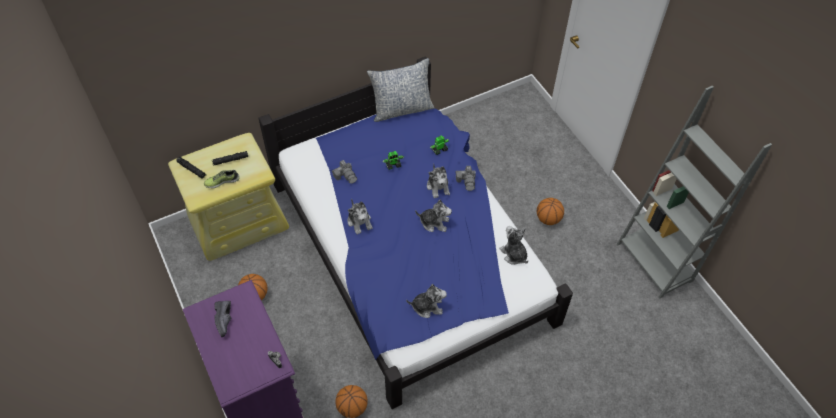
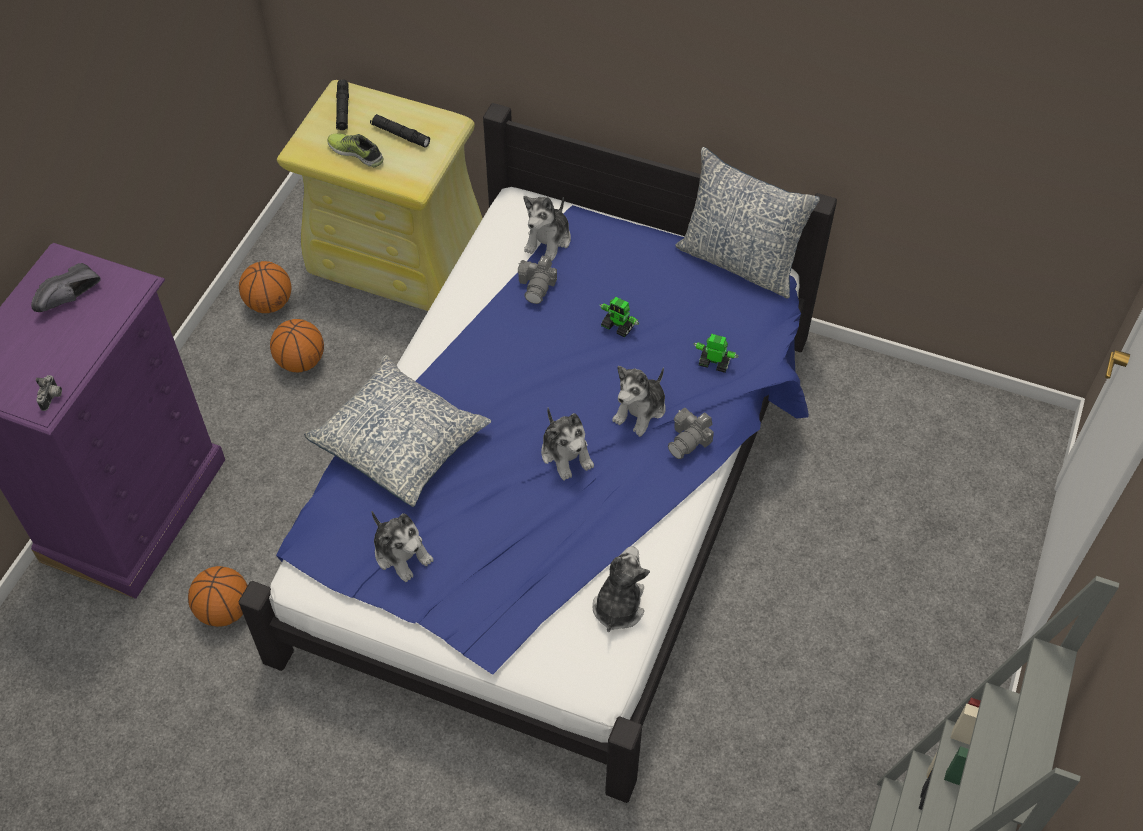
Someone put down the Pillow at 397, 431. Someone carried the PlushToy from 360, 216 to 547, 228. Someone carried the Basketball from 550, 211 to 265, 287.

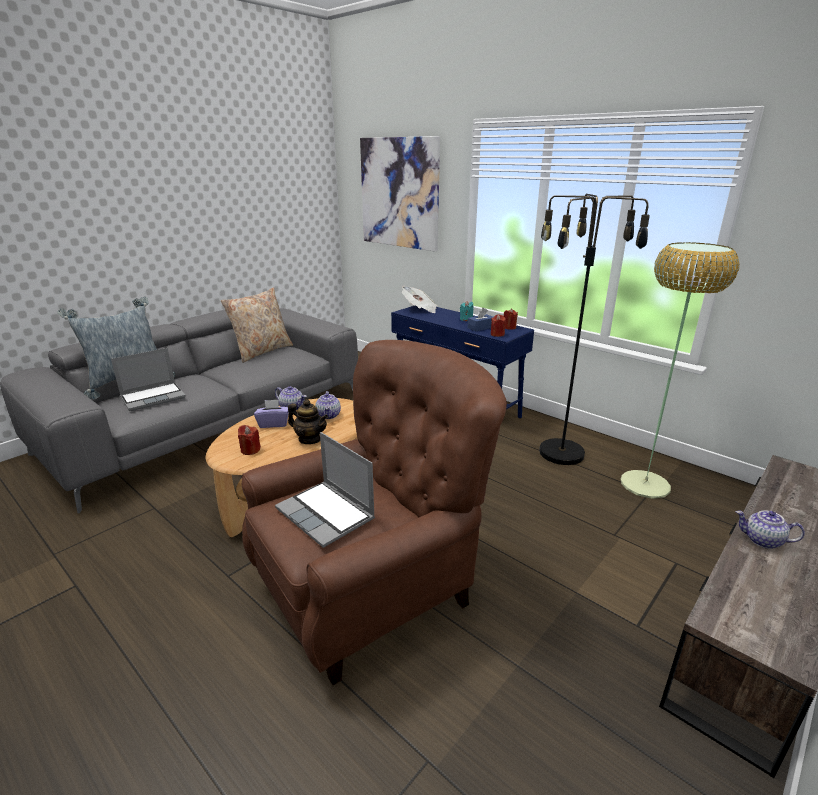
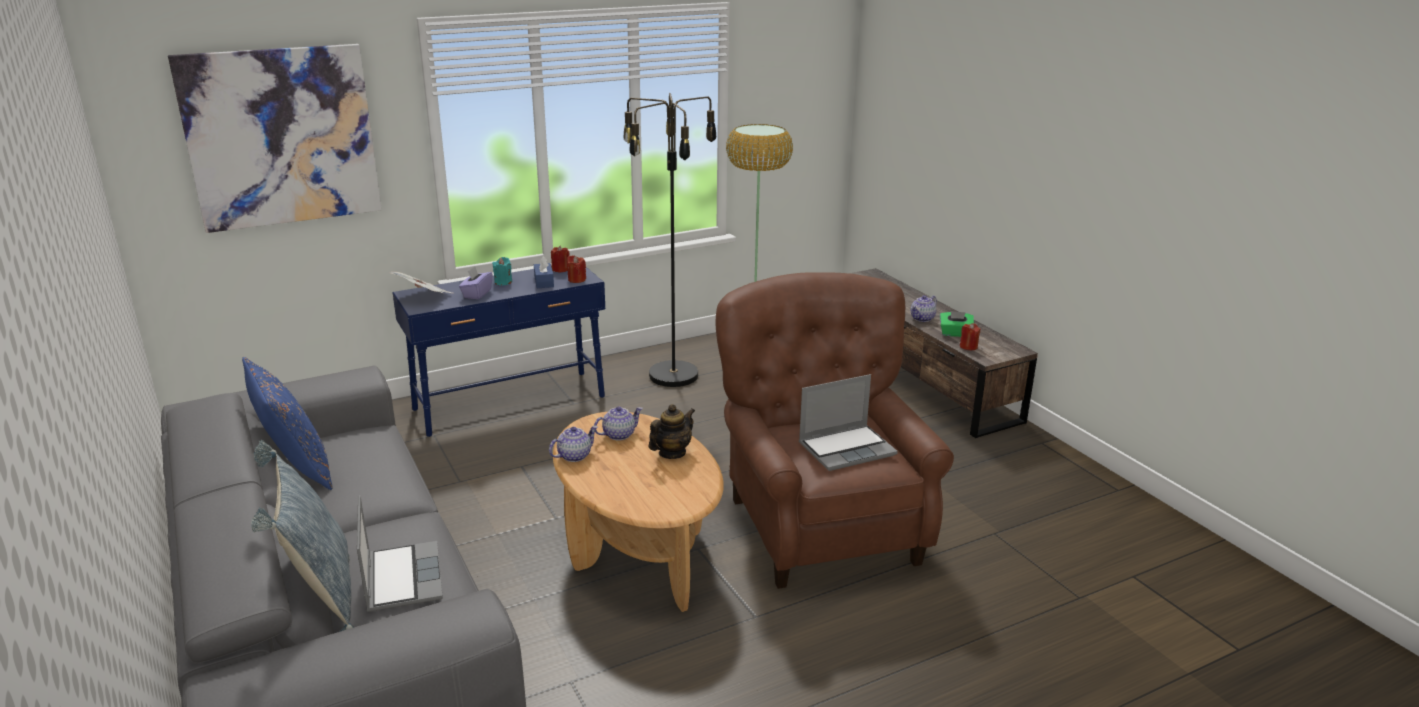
Someone put down the GreenTissueBox at 957, 324. Someone carried the RedCandle from 249, 440 to 970, 336. Someone carried the PurpleTissueBox from 271, 414 to 476, 282. Someone repainted the BeigePillow at 257, 325, which became the BluePillow at 287, 423. Someone rotated the Teapot at 328, 405 by 45 degrees counterclockwise.

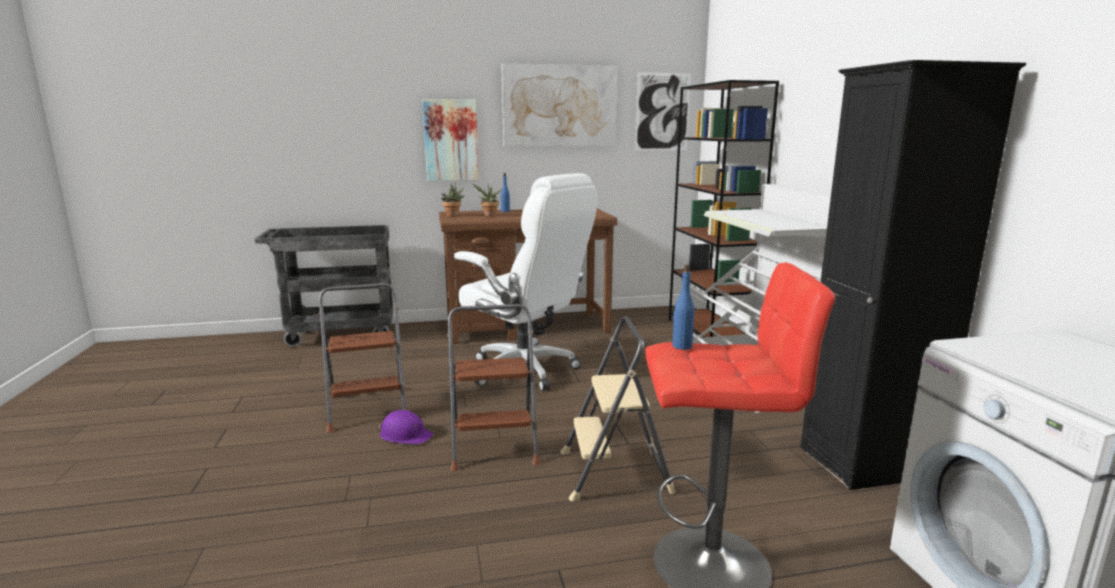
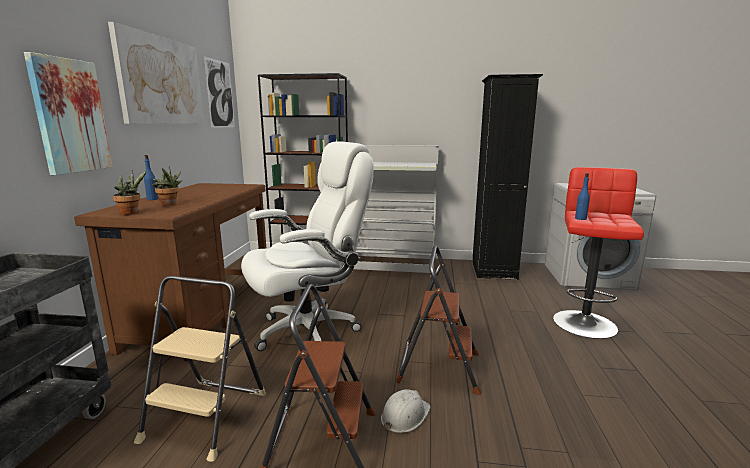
Someone carried the BeigeStepLadder from 617, 408 to 200, 369. Someone repainted the PurpleHardHat at 406, 427, which became the WhiteHardHat at 406, 411.

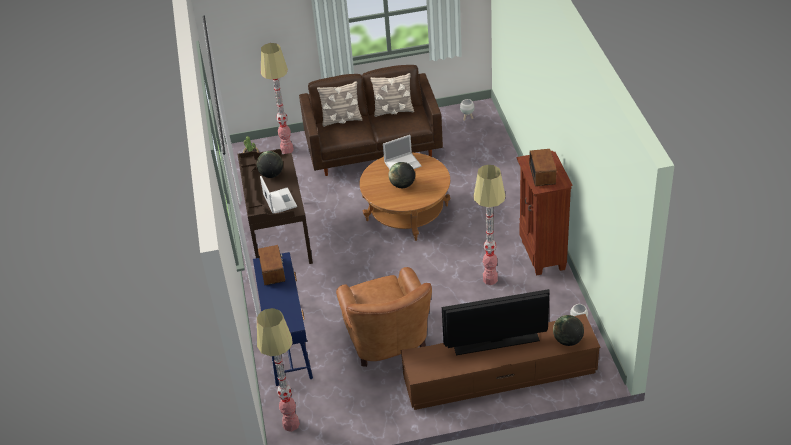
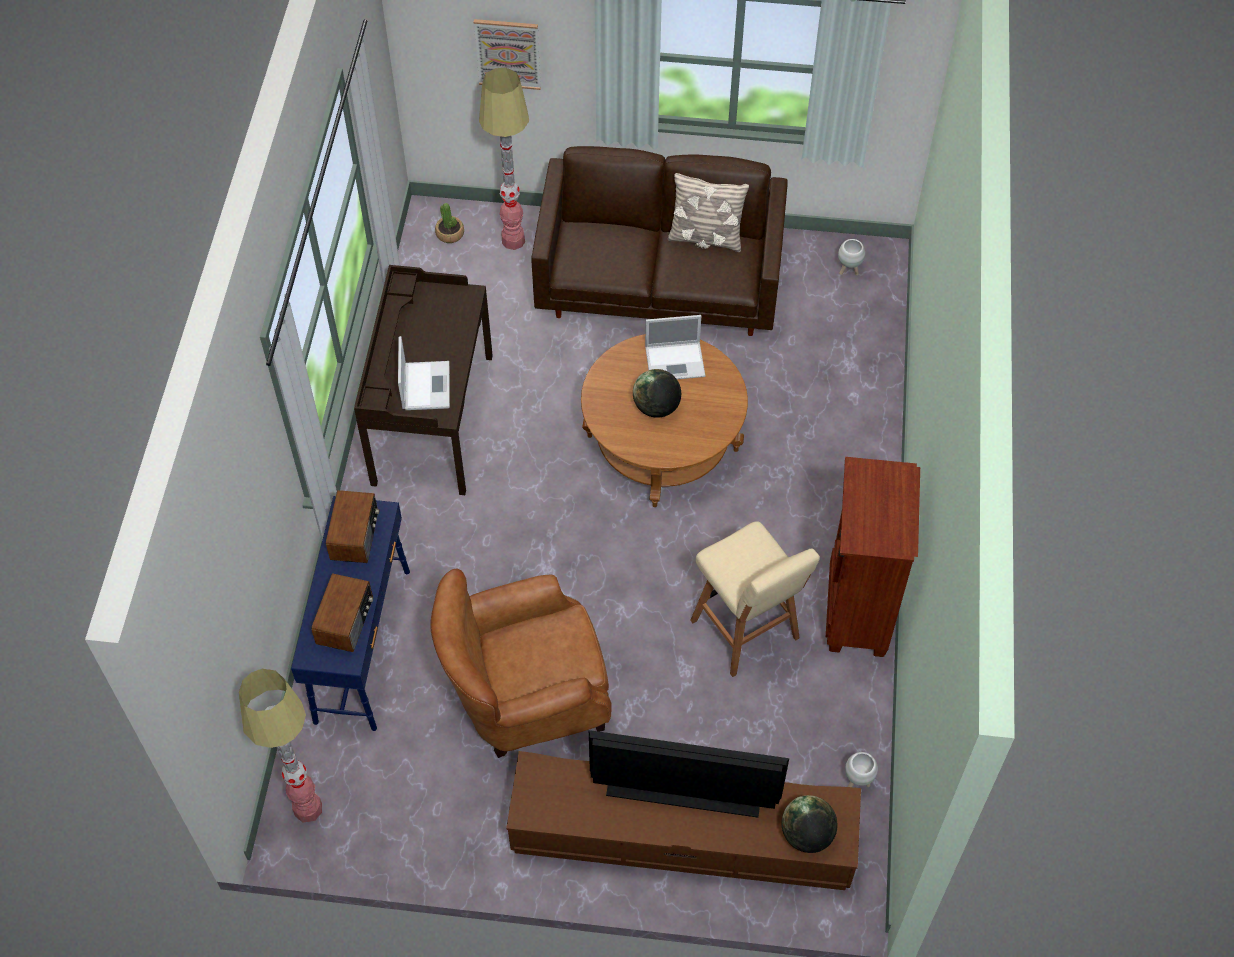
Someone took away the Globe at 269, 164. Someone took away the BeigePillow at 339, 104. Someone put up the Picture at 507, 54. Someone carried the Radio from 542, 167 to 342, 612. Someone swapped the FloorLamp at 489, 225 for the BeigeStool at 755, 599. Someone rotated the BrownArmchair at 384, 317 by 75 degrees clockwise.

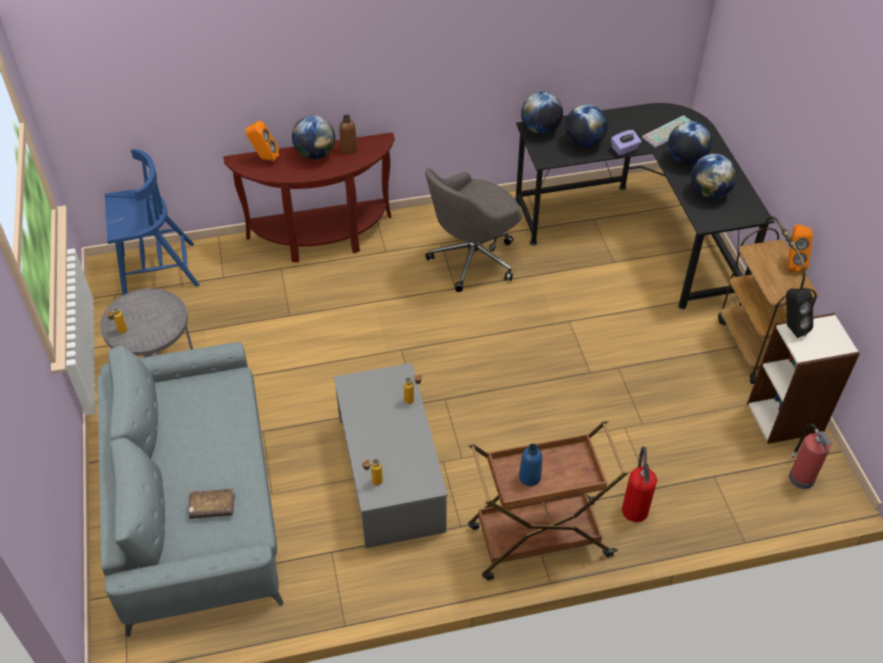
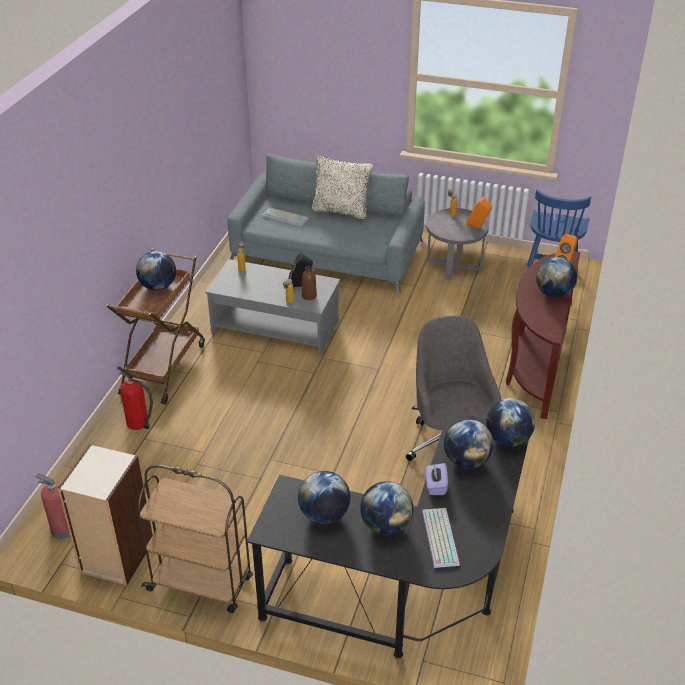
Someone put down the BeigePillow at 343, 187. Someone carried the BrownBottle from 348, 134 to 309, 283. Someone carried the BlackSpeaker from 799, 313 to 301, 270. Someone carried the OrangeSpeaker from 800, 248 to 479, 212. Someone swapped the BrownBook at 211, 503 for the Keyboard at 285, 217. Someone swapped the BlueBottle at 530, 465 for the Globe at 156, 271.

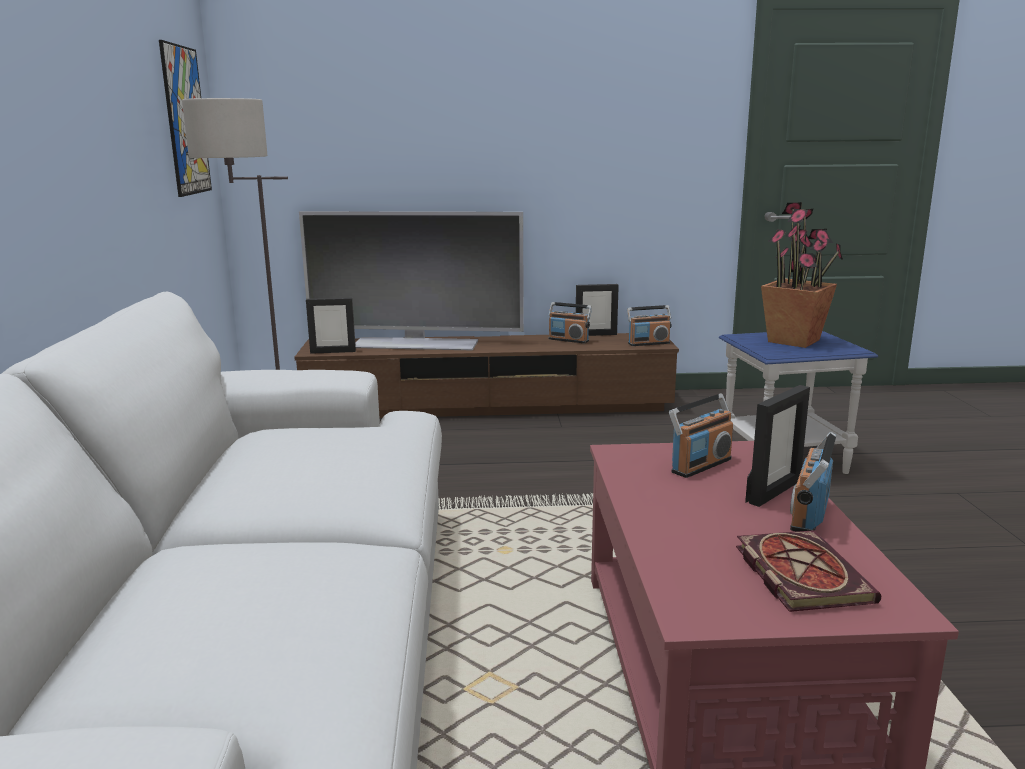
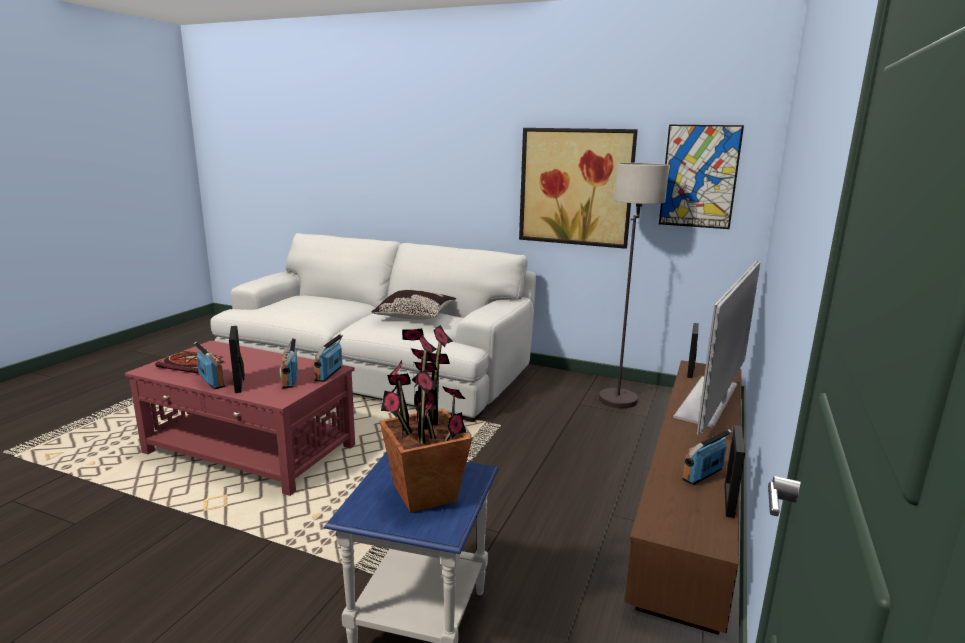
Someone put down the Pillow at 413, 305. Someone put up the Picture at 578, 188. Someone carried the Radio from 649, 325 to 328, 358.

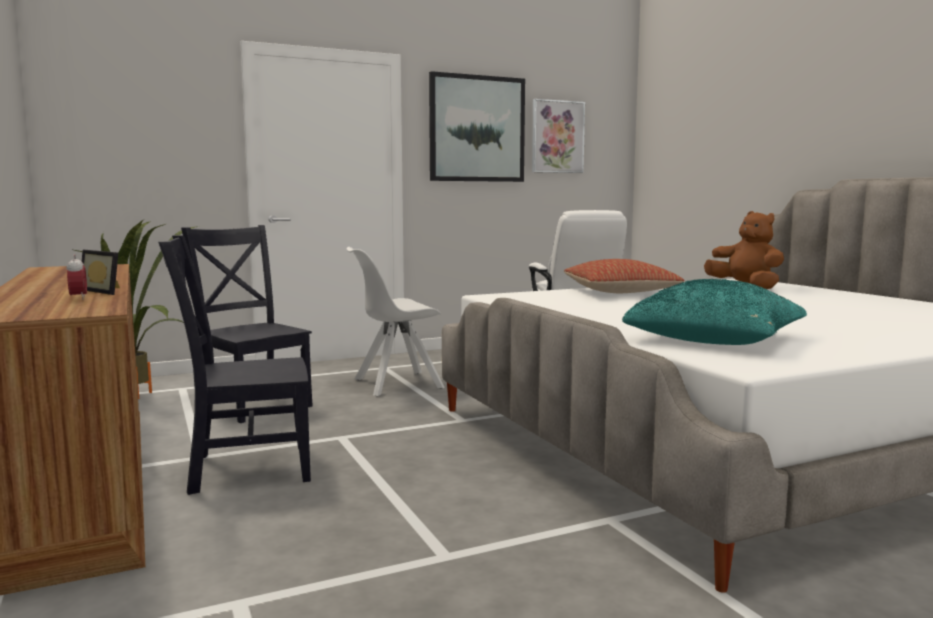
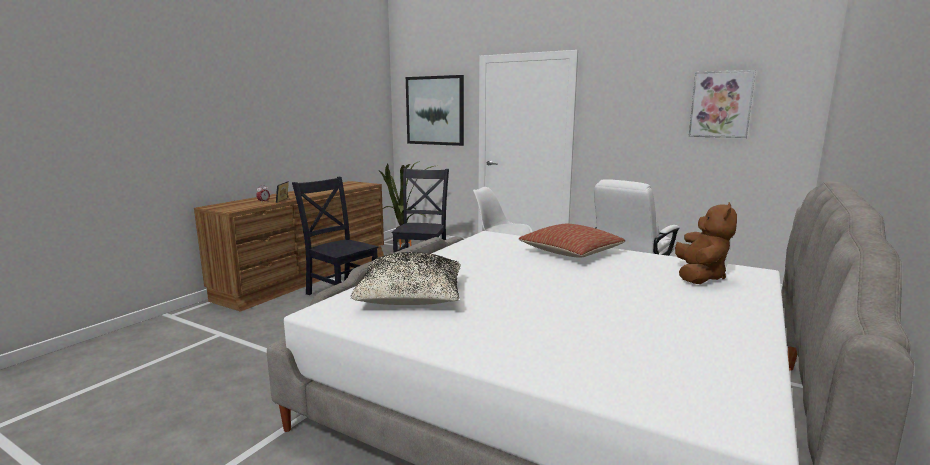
Someone carried the Picture from 477, 126 to 435, 110. Someone repainted the TurquoisePillow at 714, 312, which became the BeigePillow at 405, 278.

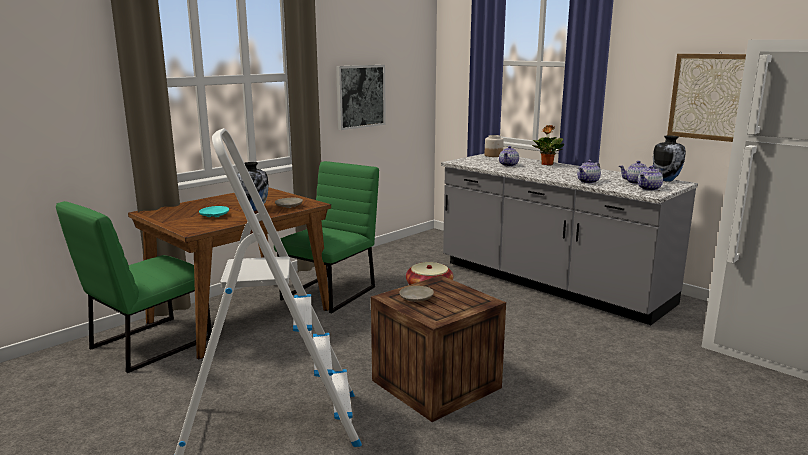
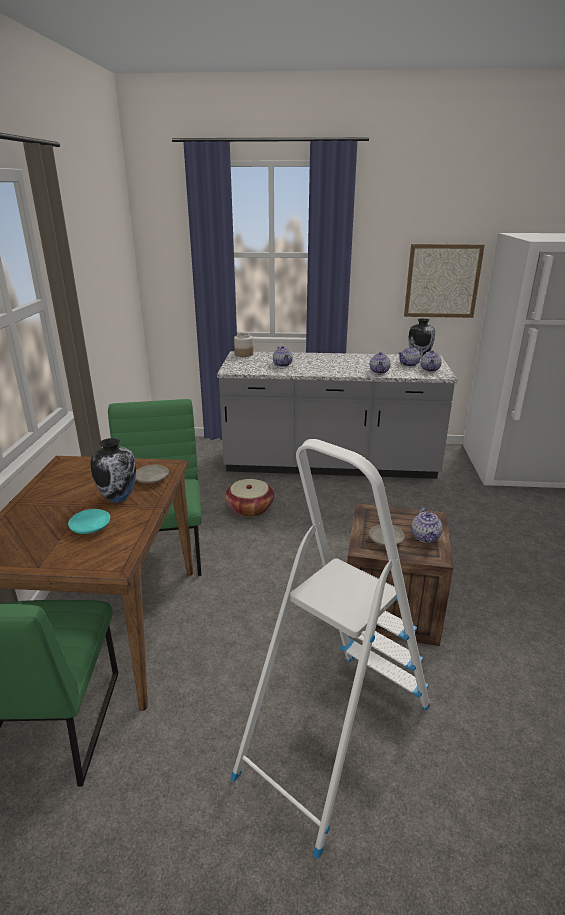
Someone took away the Picture at 361, 97. Someone took away the PottedPlant at 548, 145. Someone put down the Teapot at 426, 525.

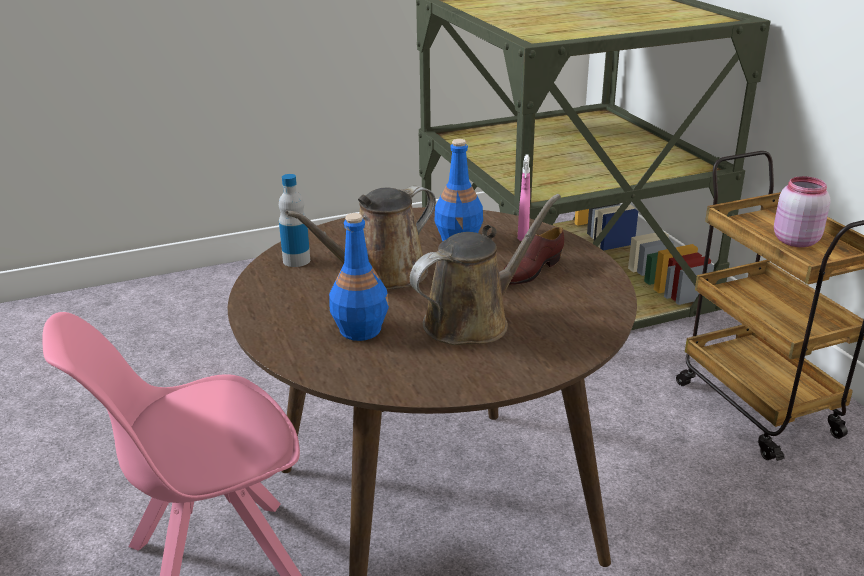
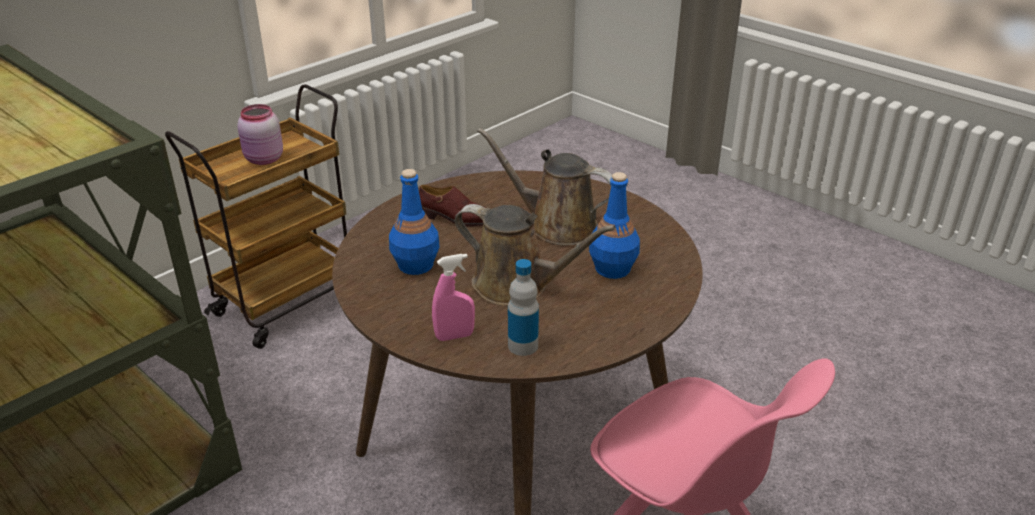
Someone carried the PinkSprayBottle from 524, 197 to 453, 297.

